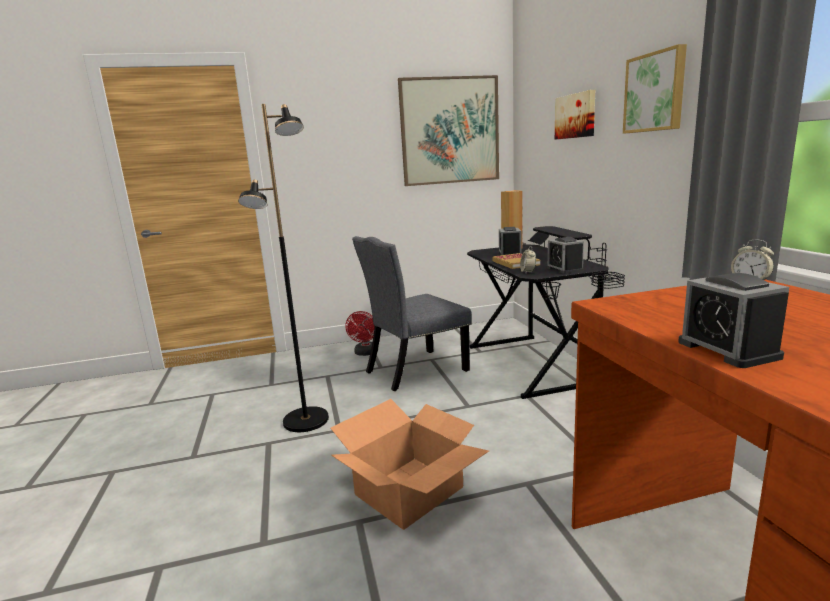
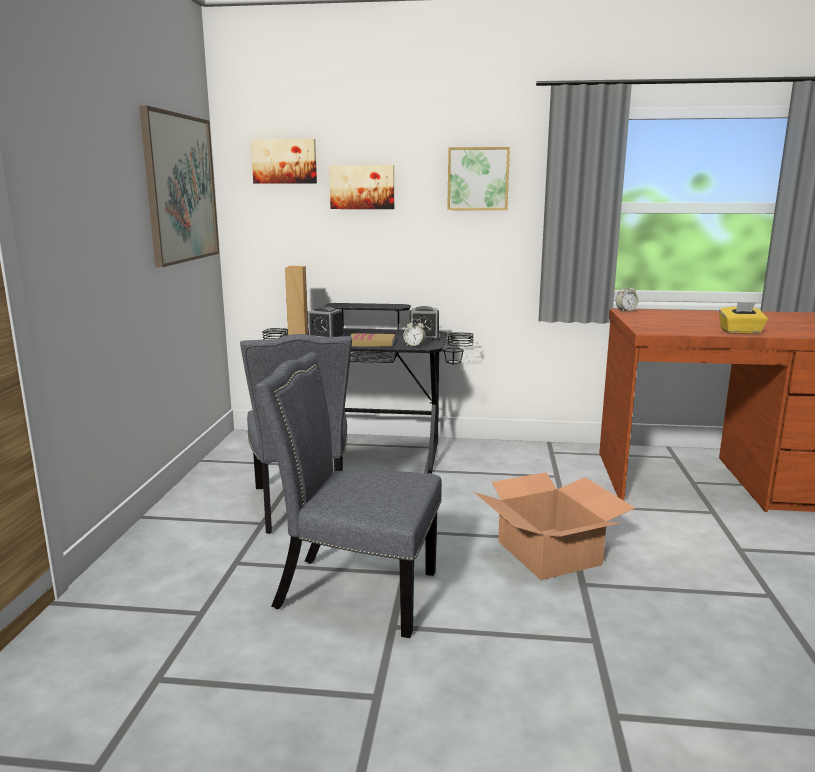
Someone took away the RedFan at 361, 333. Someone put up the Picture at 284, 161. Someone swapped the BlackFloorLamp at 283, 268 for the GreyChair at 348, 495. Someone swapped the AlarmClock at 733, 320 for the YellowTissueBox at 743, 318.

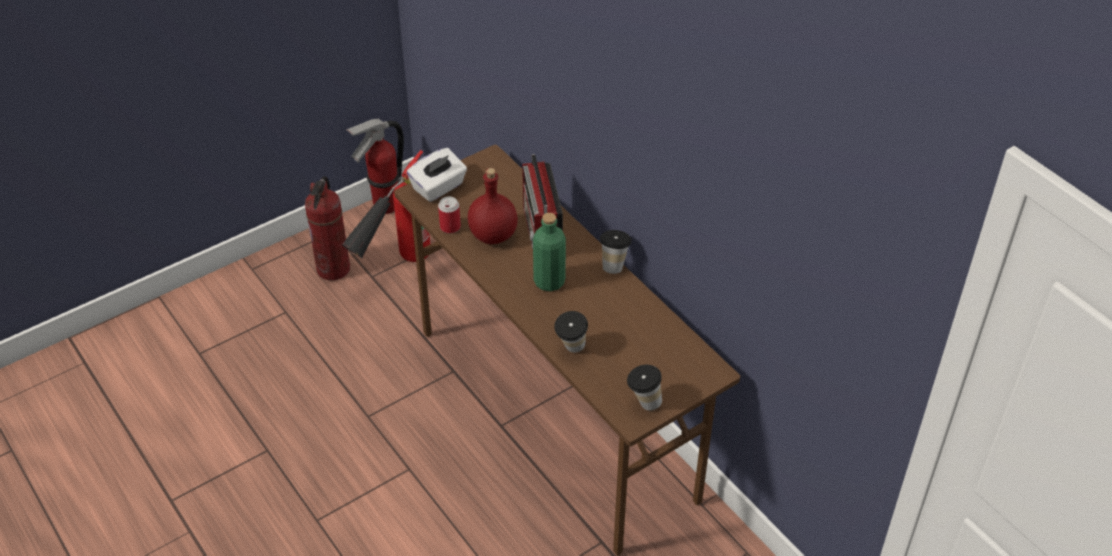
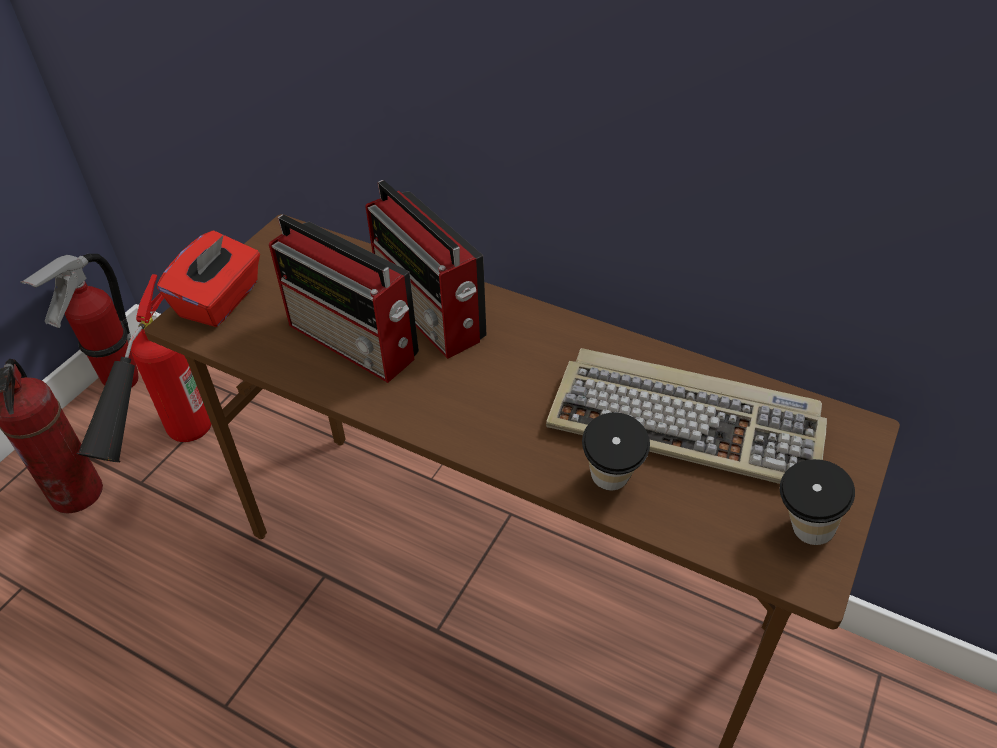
Someone took away the Can at 449, 215. Someone took away the GreenBottle at 549, 252. Someone took away the Cup at 616, 252. Someone put down the Keyboard at 686, 416. Someone swapped the RedBottle at 493, 206 for the Radio at 344, 298. Someone repainted the WhiteTissueBox at 437, 175, which became the RedTissueBox at 208, 278.

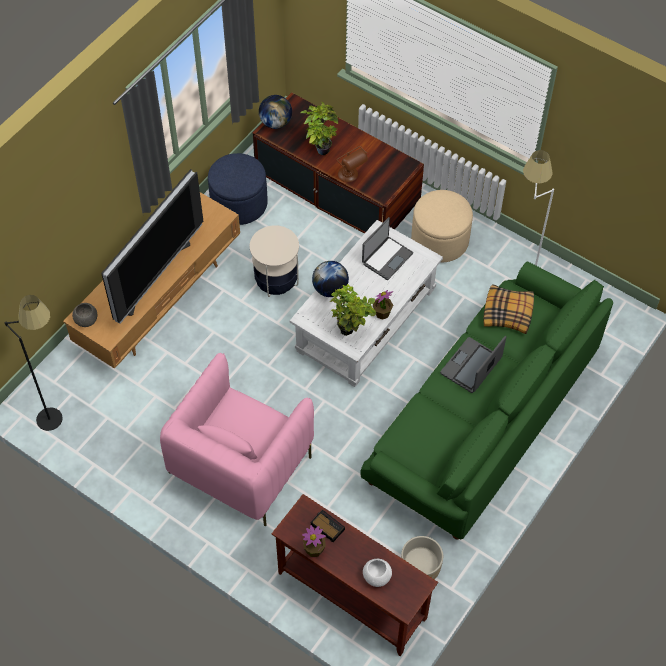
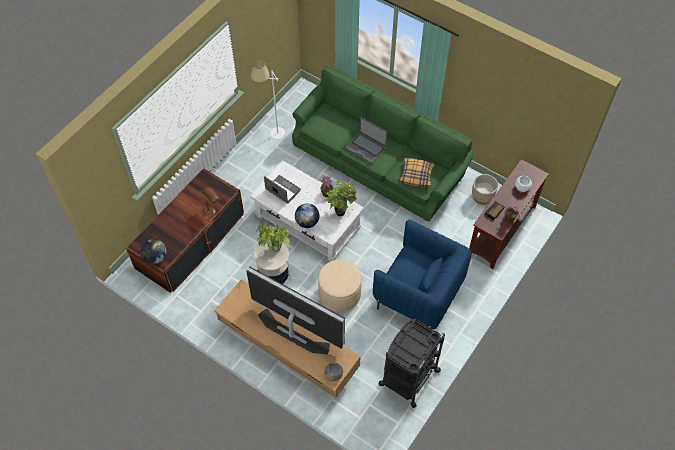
Someone took away the BlackFloorLamp at 34, 363. Someone took away the BlueOttoman at 238, 189. Someone put down the BlackCart at 412, 363. Someone carried the PottedPlant from 319, 128 to 273, 237. Someone carried the BeigeOttoman from 442, 226 to 340, 286. Someone carried the Pillow from 508, 309 to 417, 172. Someone repainted the PinkArmchair at 237, 439, which became the BlueArmchair at 422, 274.

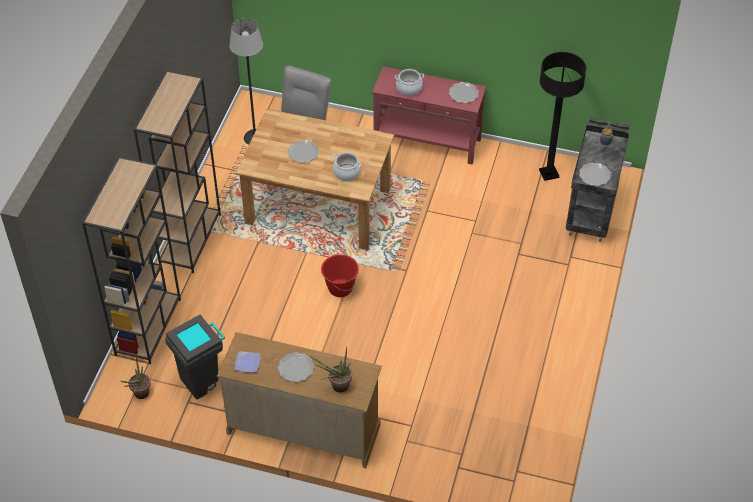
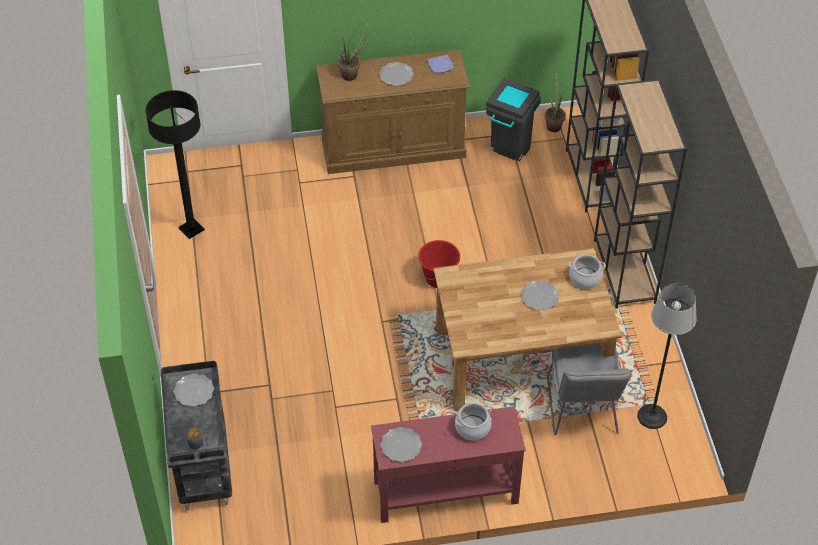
Someone carried the CookingPot from 346, 166 to 587, 271. Someone carried the BlackFloorLamp from 562, 116 to 175, 164.

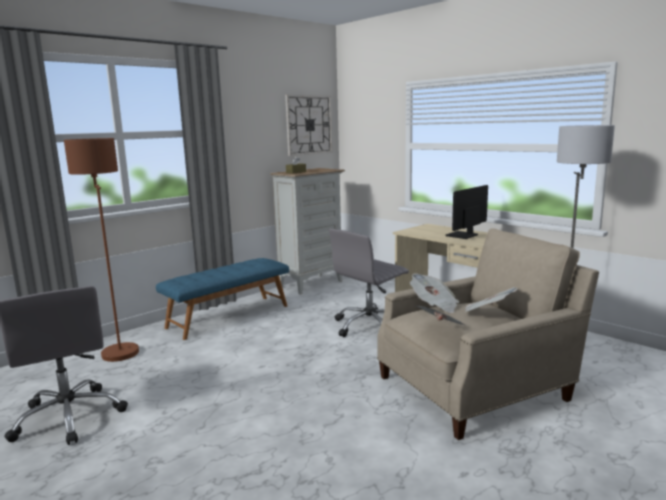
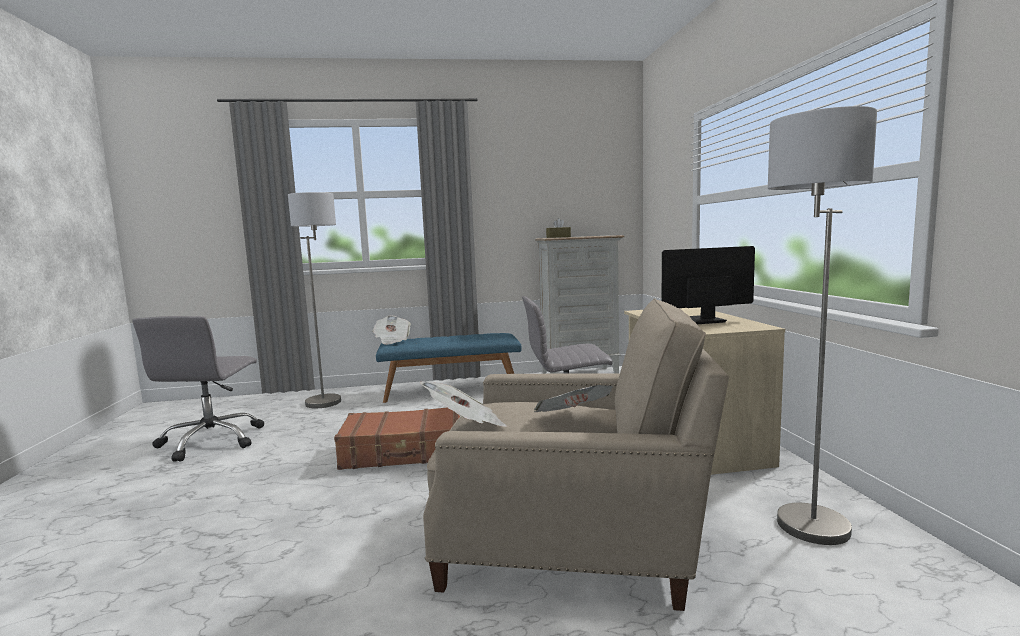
Someone took away the WallClock at 309, 125. Someone put down the BrownSuitcase at 397, 439. Someone carried the Newspaper from 434, 293 to 391, 330. Someone repainted the BrownFloorLamp at 101, 250, which became the GreyFloorLamp at 314, 300.

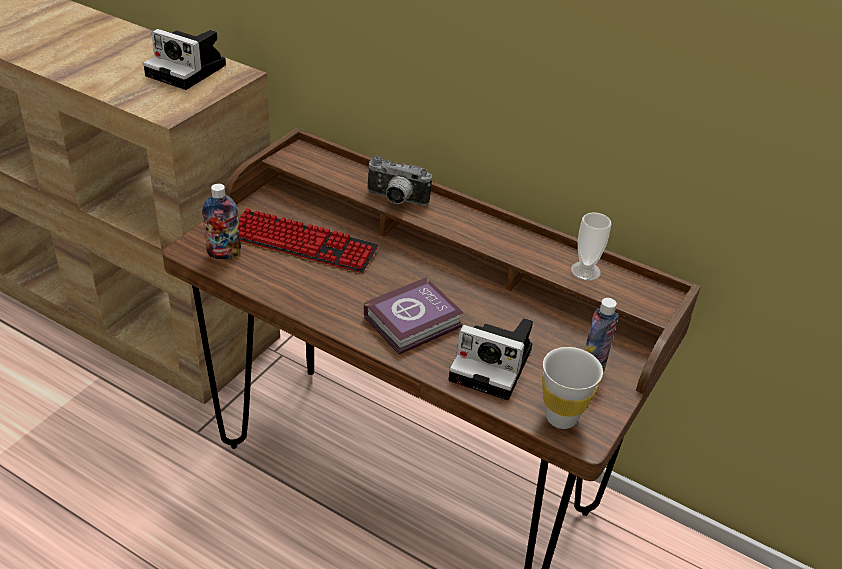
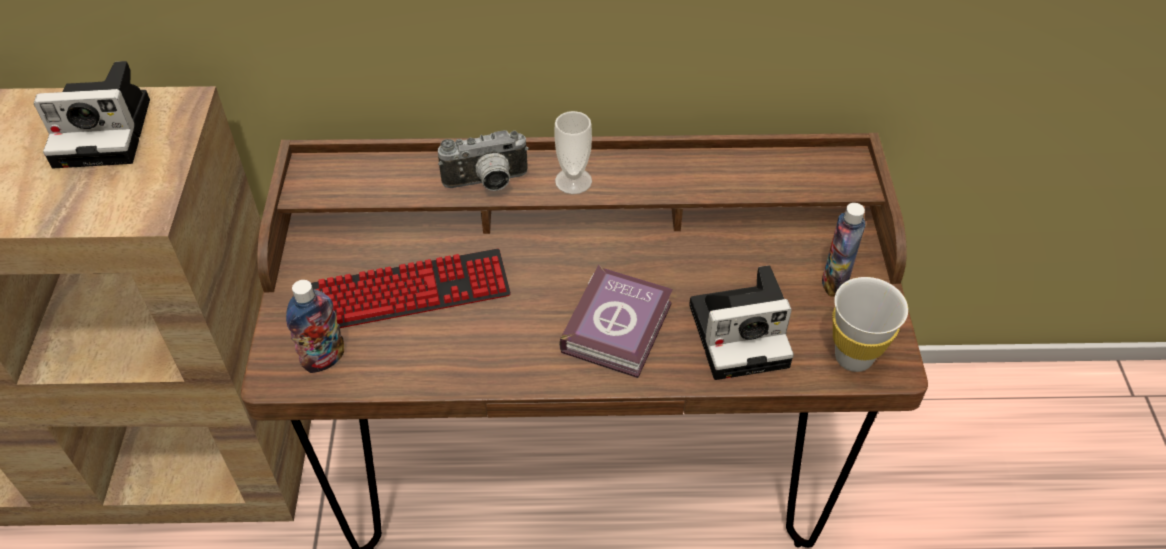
Someone carried the Cup from 591, 246 to 573, 152.

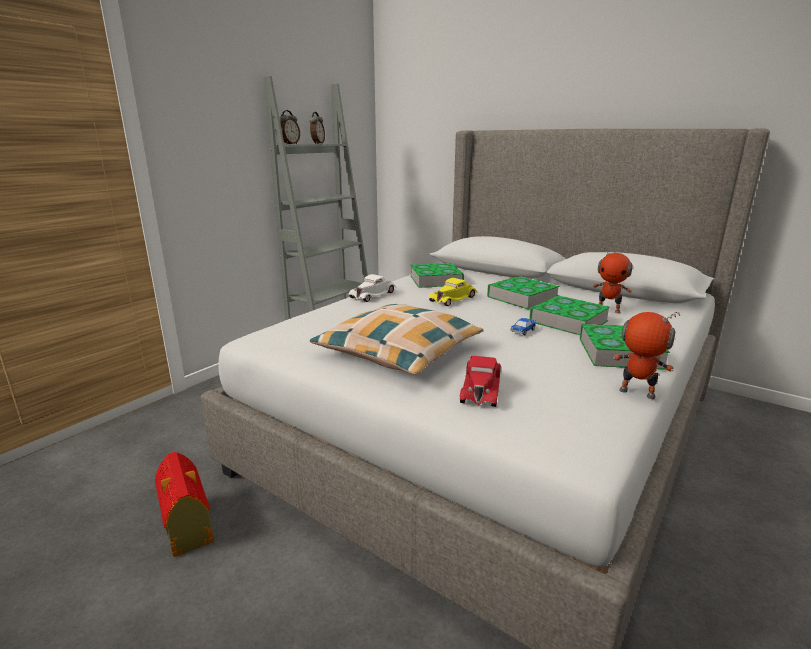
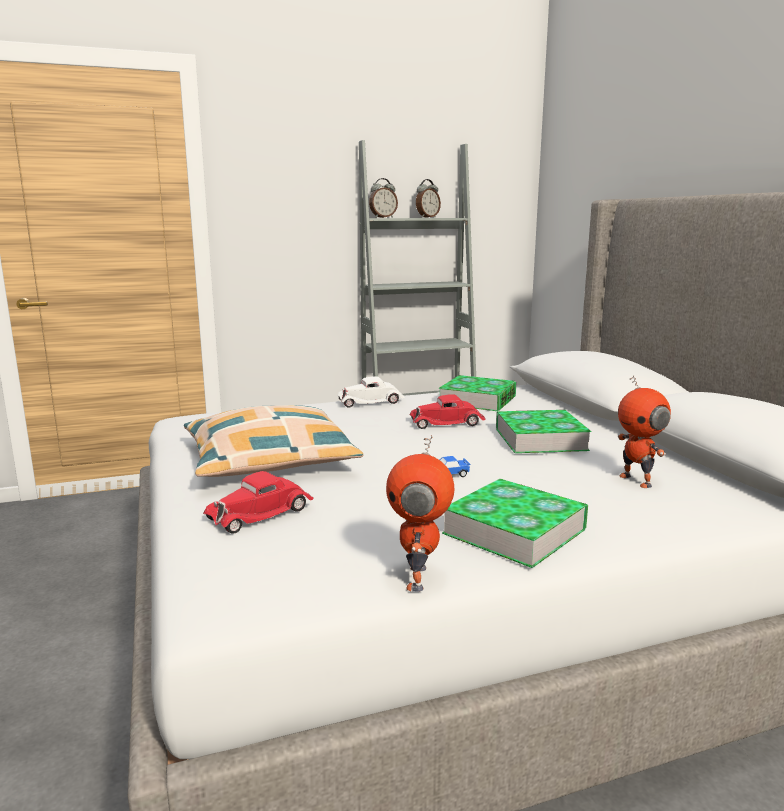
Someone took away the ToyHouse at 184, 504. Someone took away the Book at 569, 315. Someone repainted the YellowToyCar at 453, 292, which became the RedToyCar at 447, 411. Someone rotated the ToyRobot at 646, 355 by 150 degrees counterclockwise.

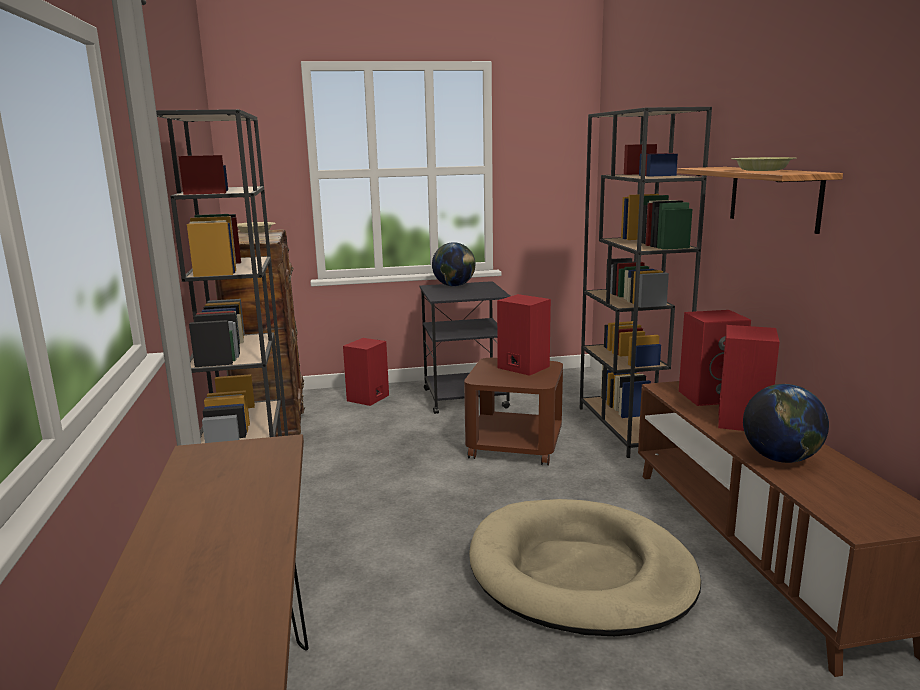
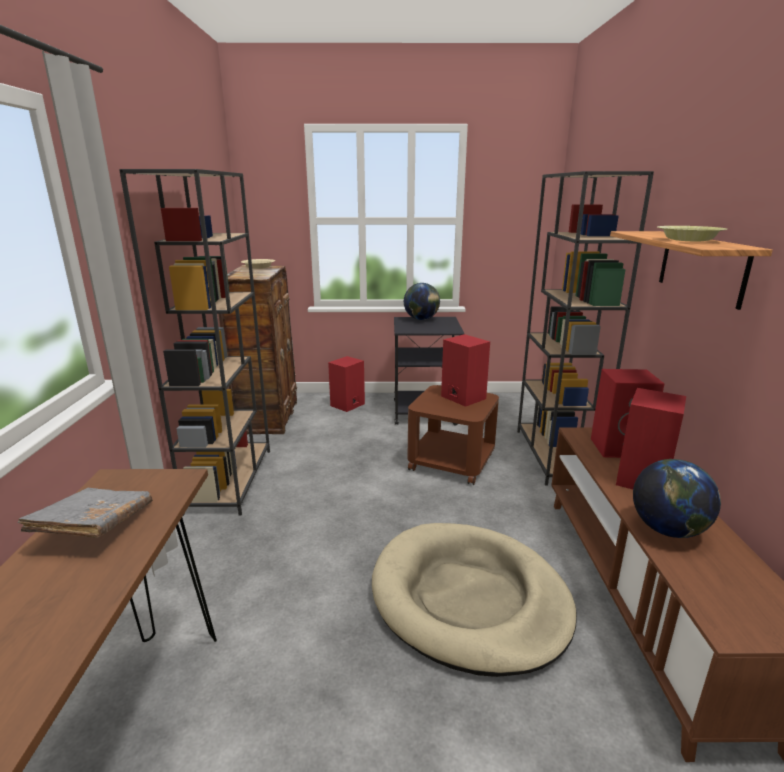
Someone put down the GreyBook at 85, 513.

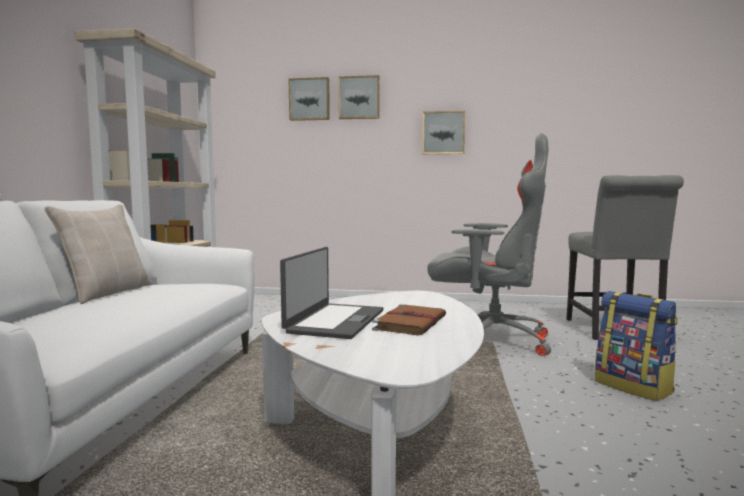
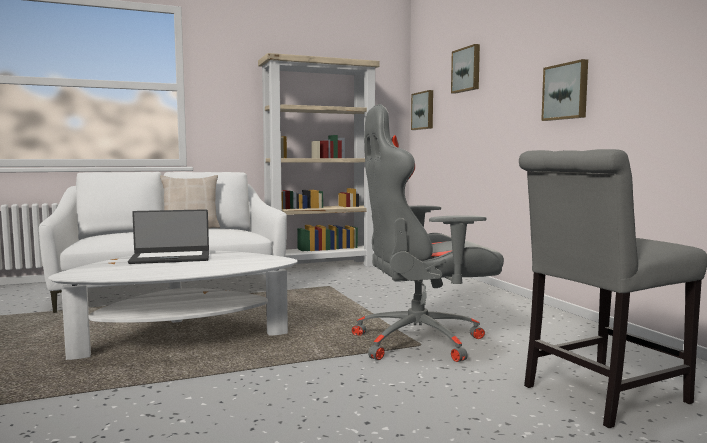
Someone took away the BrownBook at 409, 320. Someone took away the Backpack at 636, 346. Someone carried the Picture from 359, 97 to 422, 110. Someone rotated the GreyOfficeChair at 489, 244 by 90 degrees clockwise.

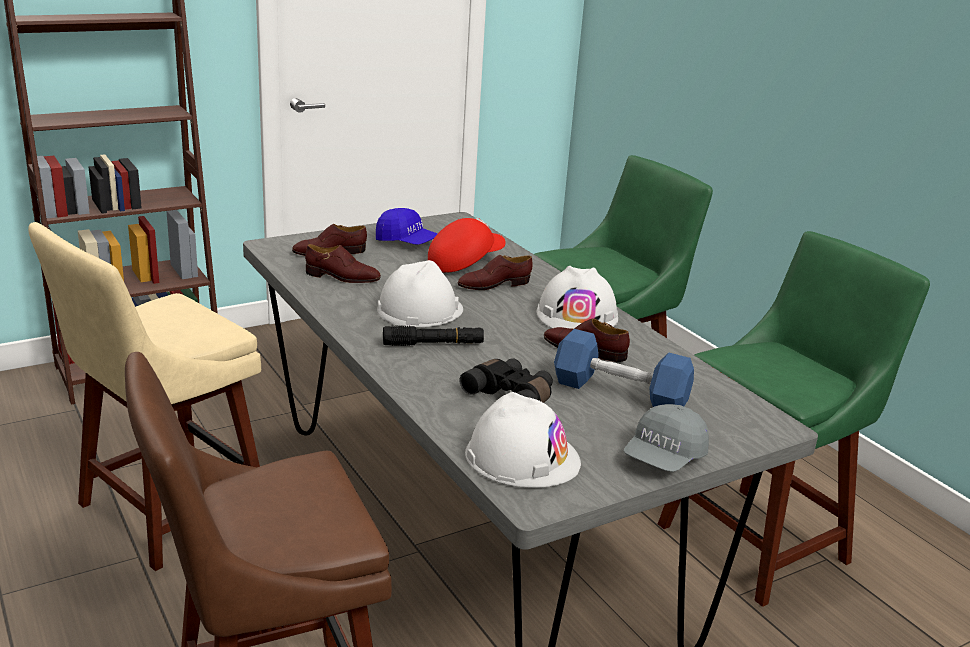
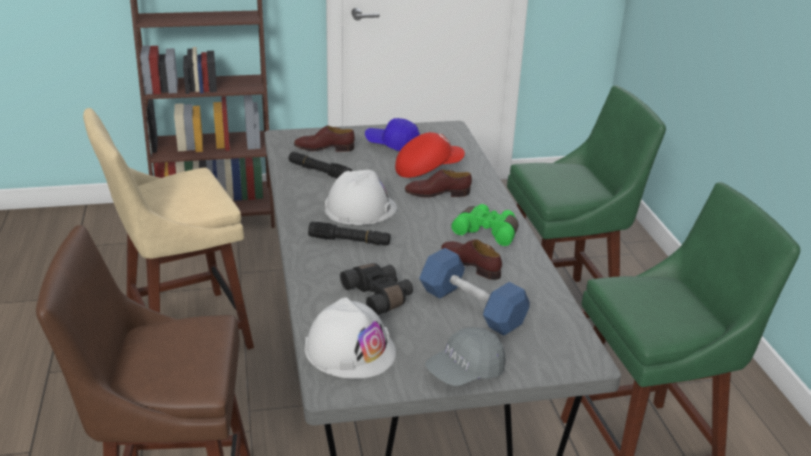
Someone swapped the BrownShoe at 343, 263 for the BlackFlashlight at 320, 165. Someone swapped the WhiteHardHat at 577, 297 for the GreenBinoculars at 485, 225. Someone rotated the BlueCap at 407, 226 by 150 degrees clockwise.

